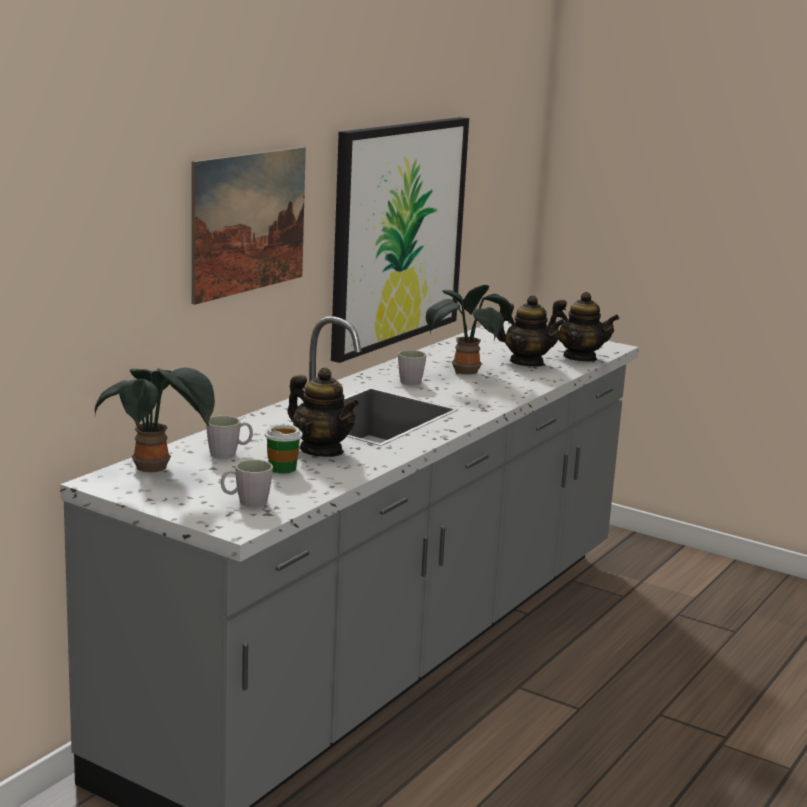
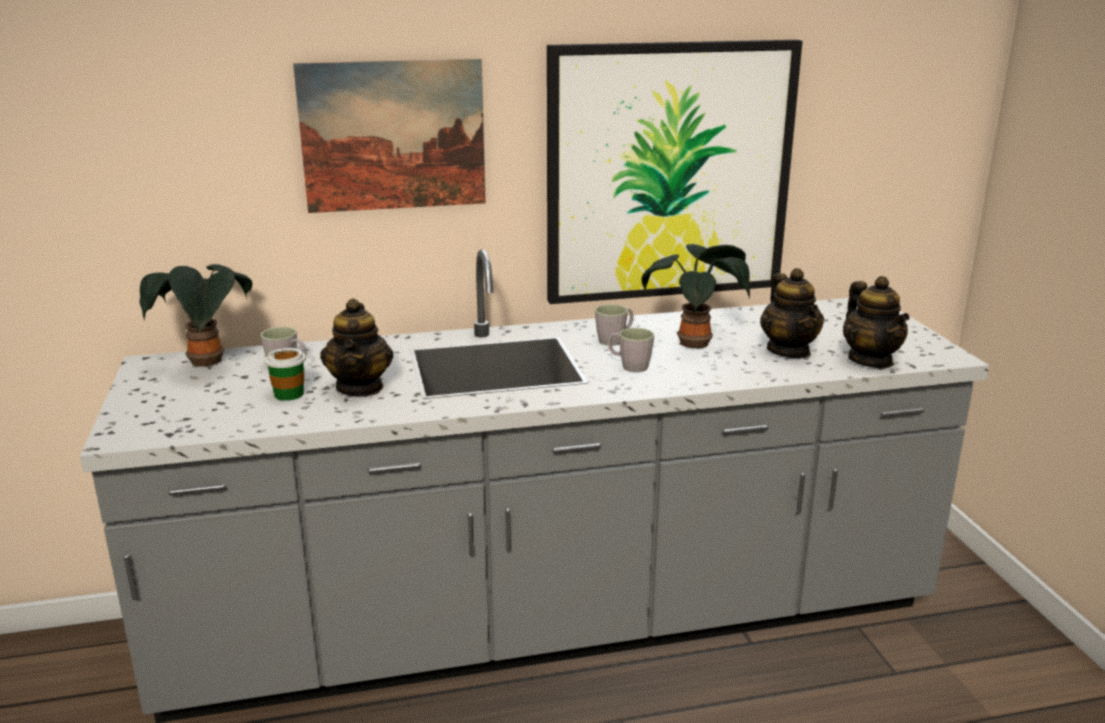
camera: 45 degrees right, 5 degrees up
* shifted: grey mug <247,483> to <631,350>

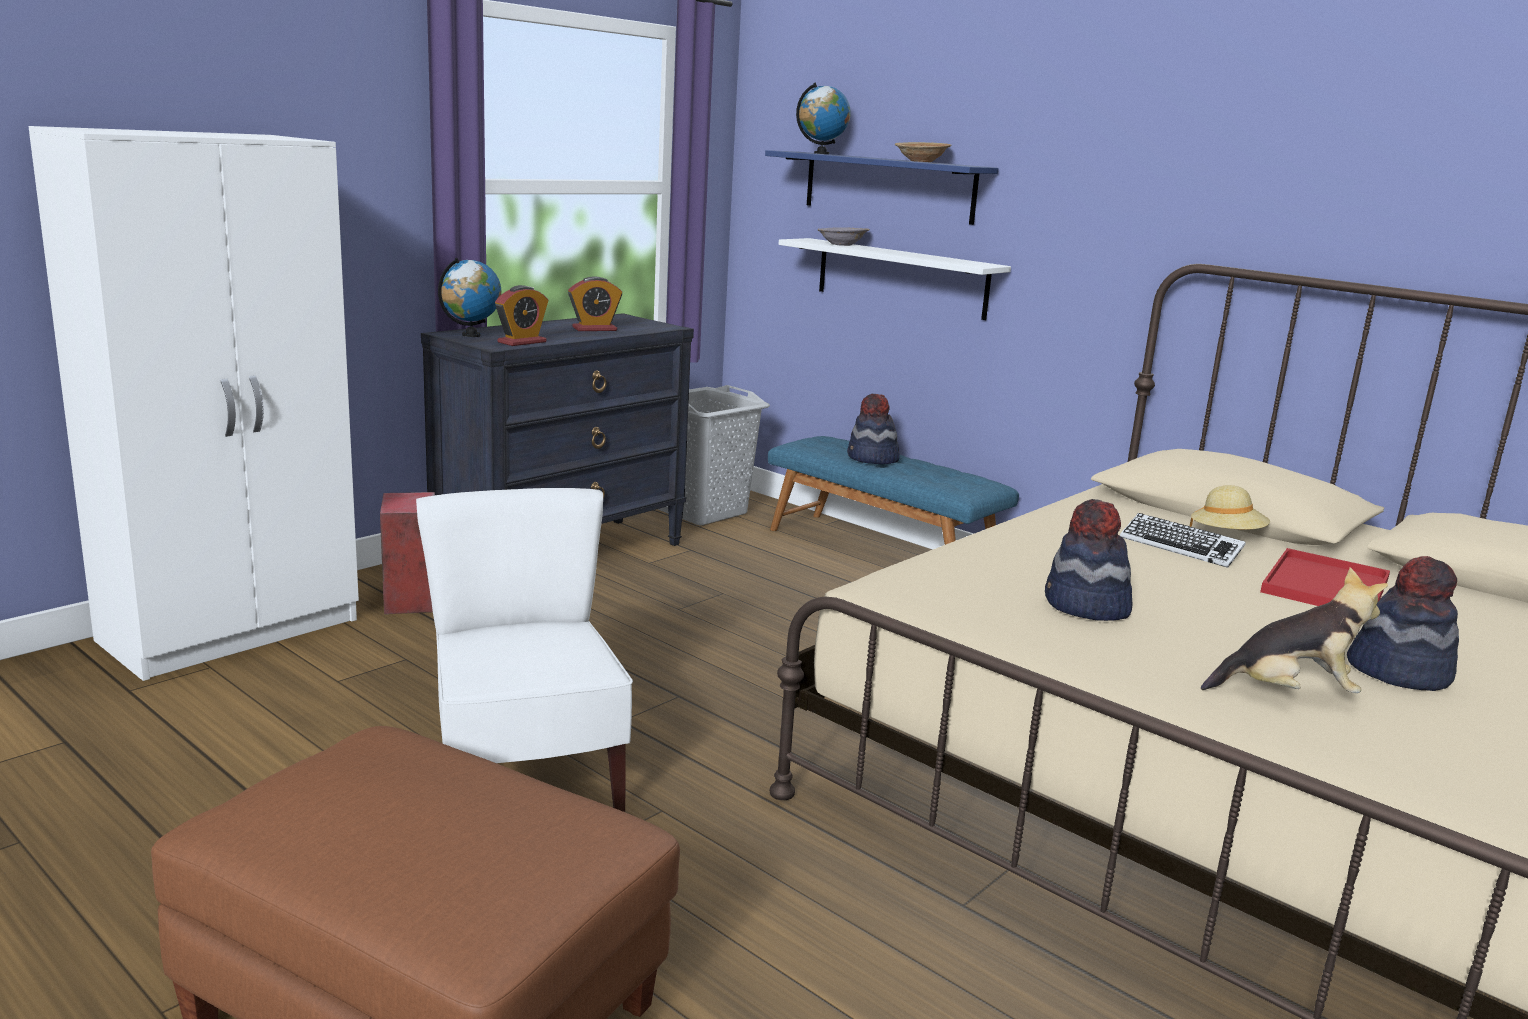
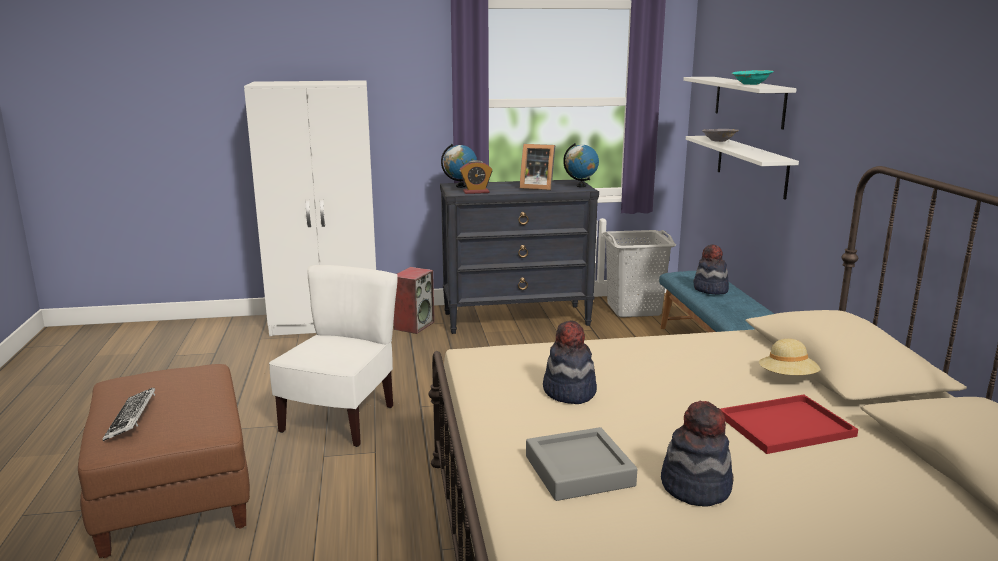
camera: 40 degrees right, 0 degrees up
* shifted: keyboard <1183,540> to <129,414>
* swapped: alarm clock <595,303> to picture frame <537,167>
* swapped: plush toy <1294,630> to grey tray <581,464>
* shifted: globe <823,118> to <581,165>
* repainted: blue shelf <882,187> to white shelf <740,103>
* repainted: brown bowl <923,152> to turquoise bowl <753,77>

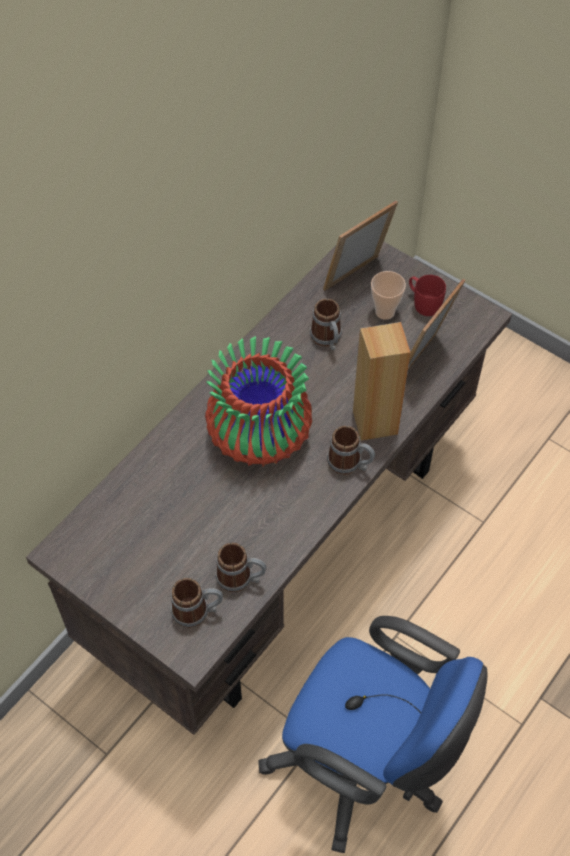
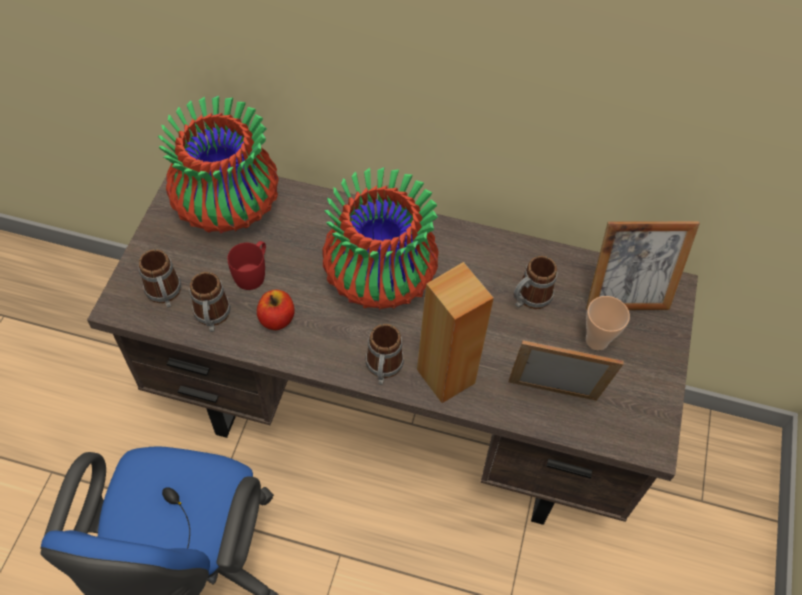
camera: 65 degrees right, 0 degrees up
* new: vase <218,165>
* shifted: red mug <427,295> to <246,265>
* new: apple <276,310>
* rotated: picture frame <360,245> = <643,265> 150 degrees clockwise

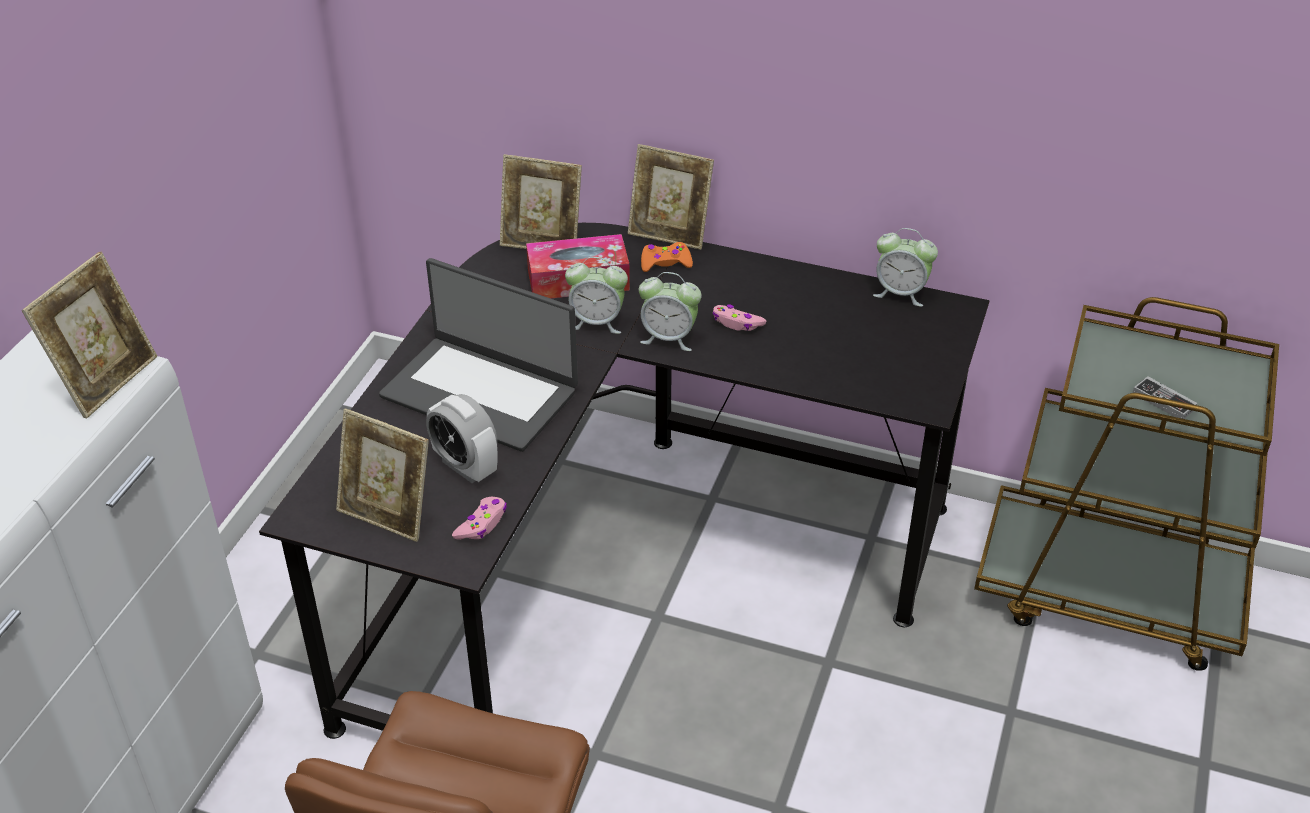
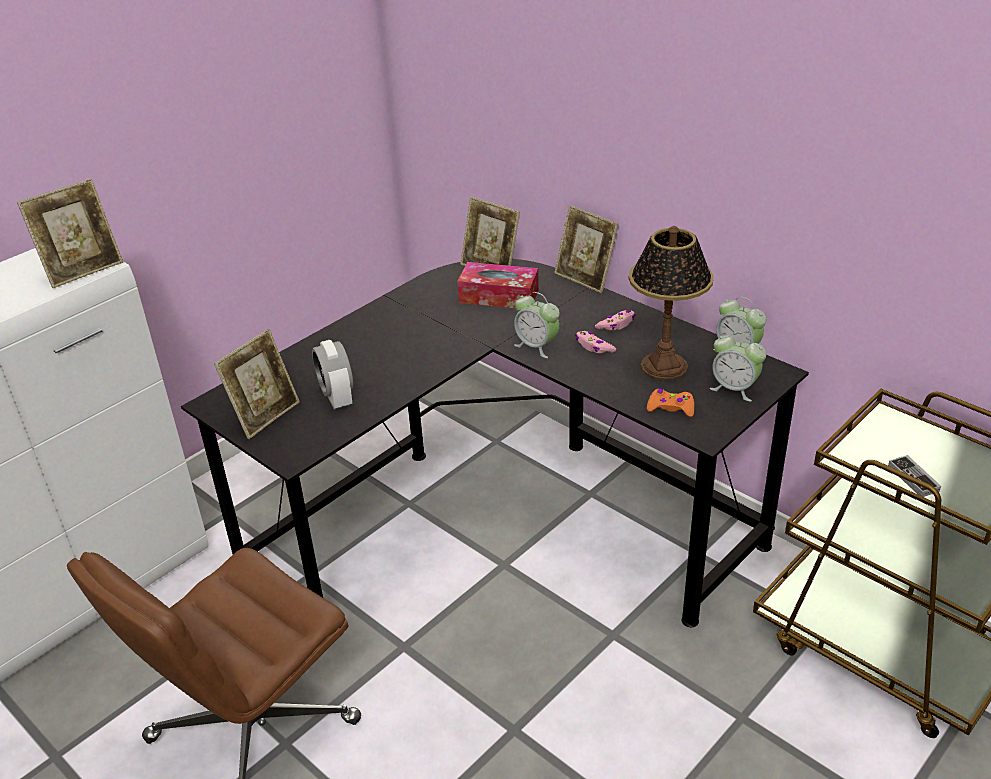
camera: 25 degrees right, 5 degrees down
* rotated: picture frame <382,475> = <257,384> 105 degrees counterclockwise
* shifted: pink game controller <479,518> to <615,320>
* new: table lamp <671,303>
* shifted: orange game controller <667,257> to <670,403>
* shifted: alarm clock <596,295> to <737,367>
* gone: laptop <478,355>

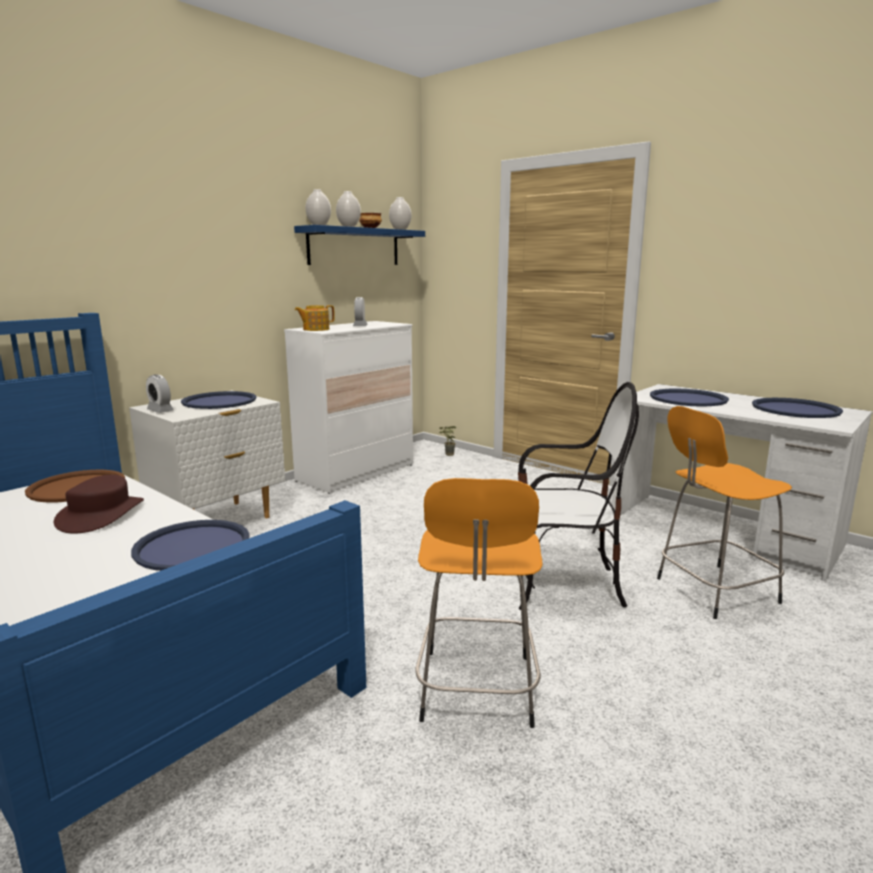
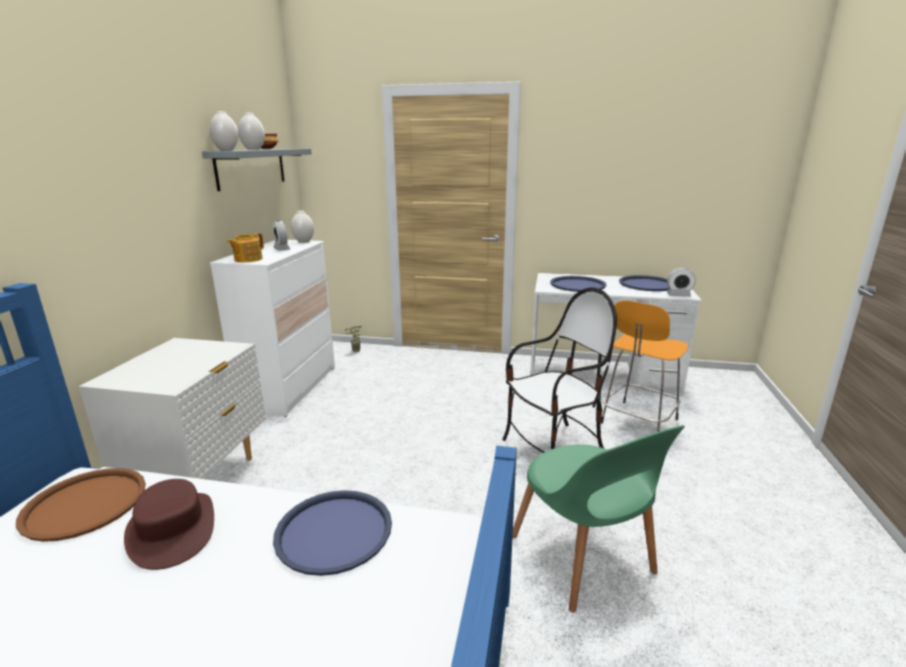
camera: 30 degrees left, 5 degrees up
* repainted: blue shelf <359,245> to grey shelf <257,170>
* shifted: white vase <400,213> to <302,227>
* swapped: orange stool <479,603> to green chair <598,519>
* shifted: alarm clock <160,393> to <681,282>
* gone: blue tray <218,400>

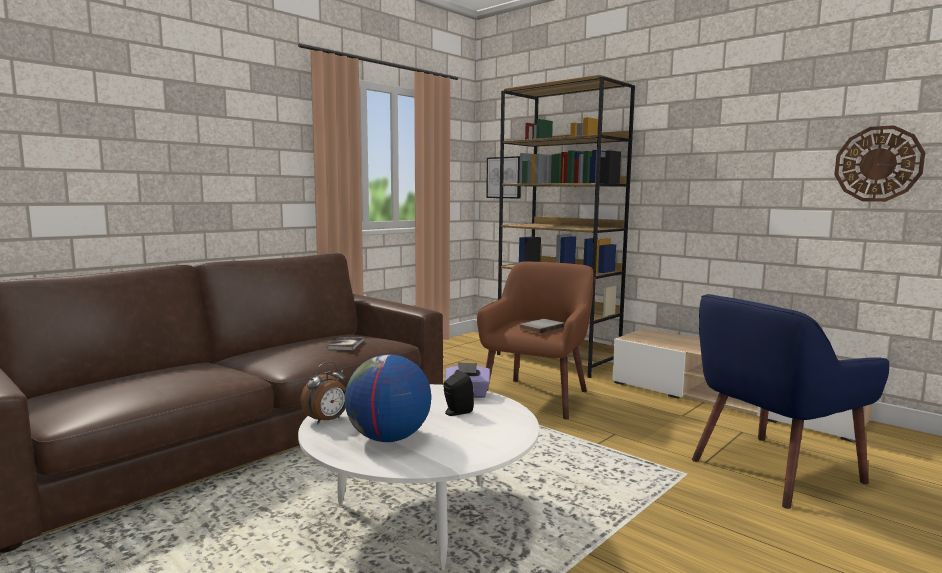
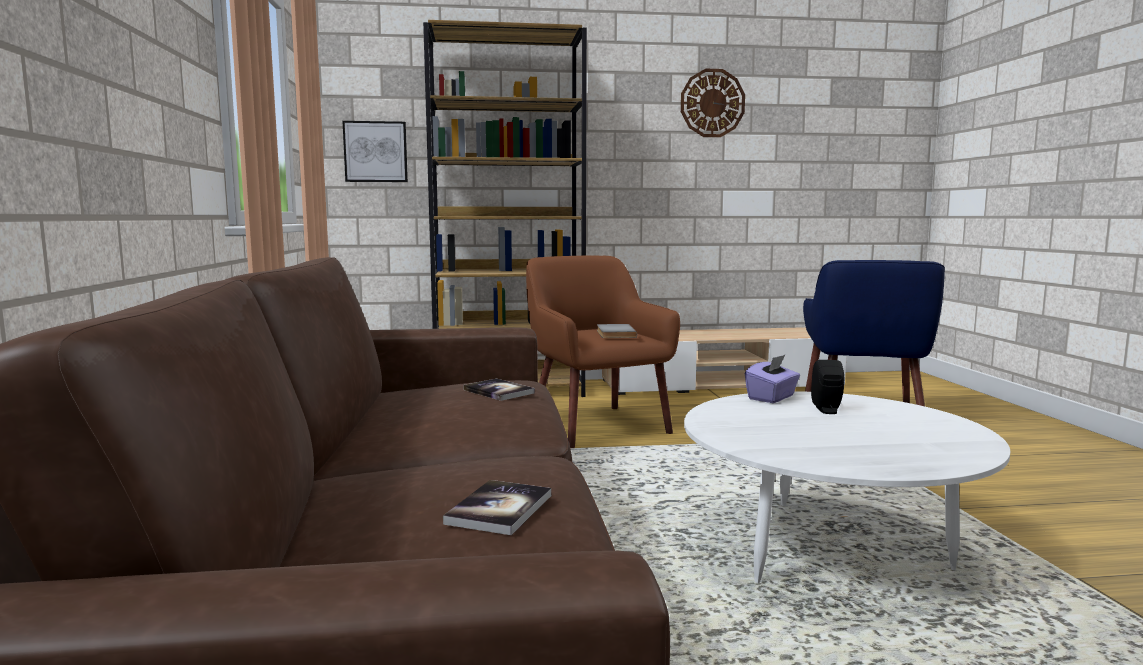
camera: 50 degrees left, 0 degrees up
* new: book <497,507>
* shifted: wall clock <879,163> to <713,103>
* gone: alarm clock <323,393>
* gone: globe <387,398>

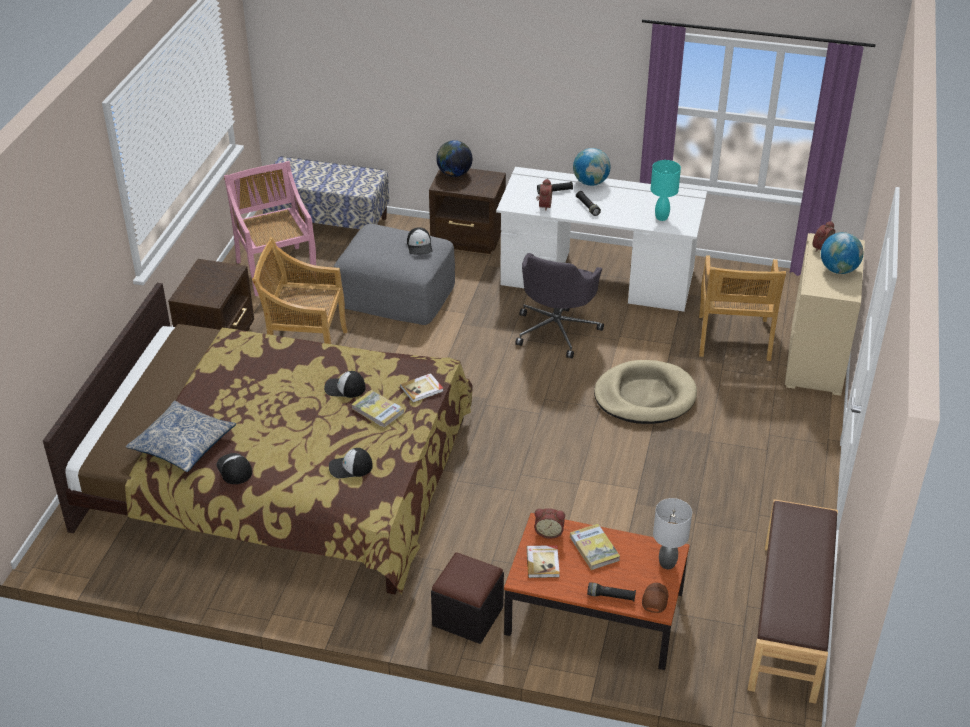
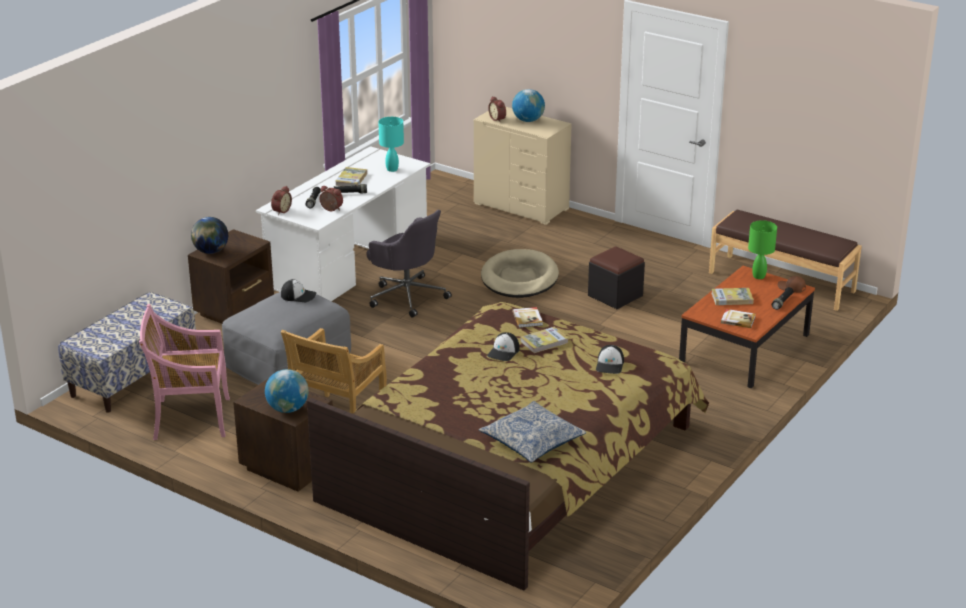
camera: 70 degrees left, 10 degrees down
* shifted: globe <592,167> to <287,391>
* shifted: alarm clock <549,523> to <281,200>
* new: book <351,176>
* shifted: black ottoman <467,598> to <616,277>
* repainted: grey table lamp <672,533> to green table lamp <762,249>
* gone: cap <234,468>
* gone: beige chair <742,308>

